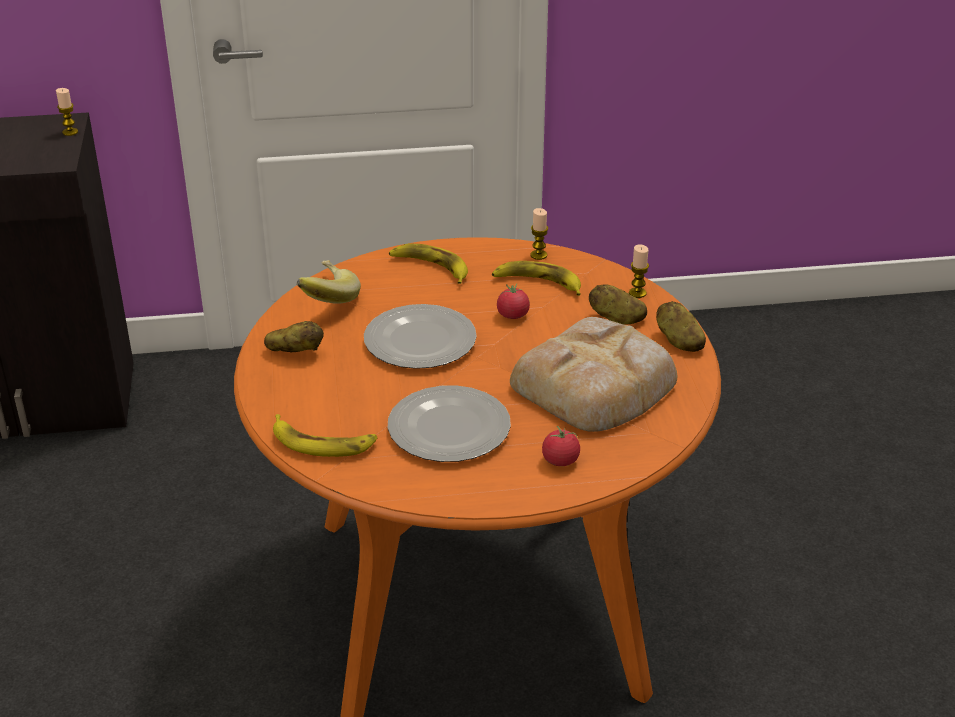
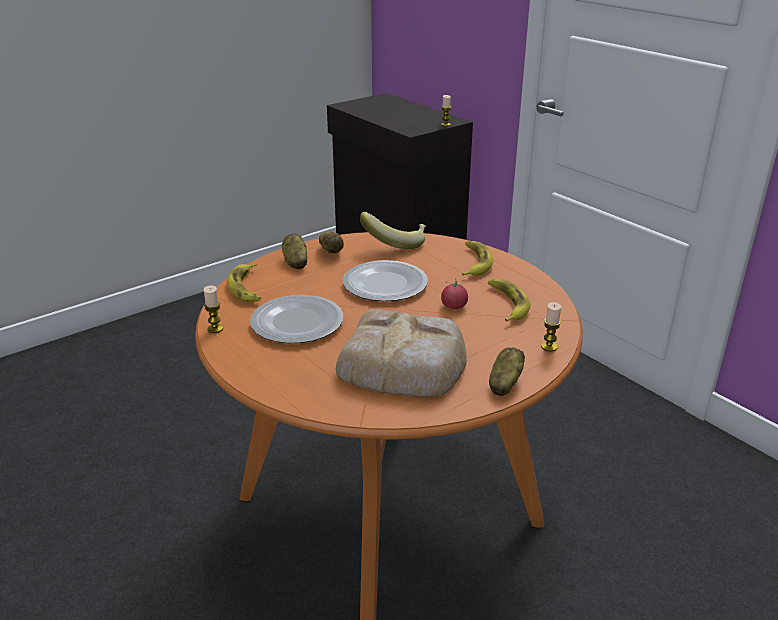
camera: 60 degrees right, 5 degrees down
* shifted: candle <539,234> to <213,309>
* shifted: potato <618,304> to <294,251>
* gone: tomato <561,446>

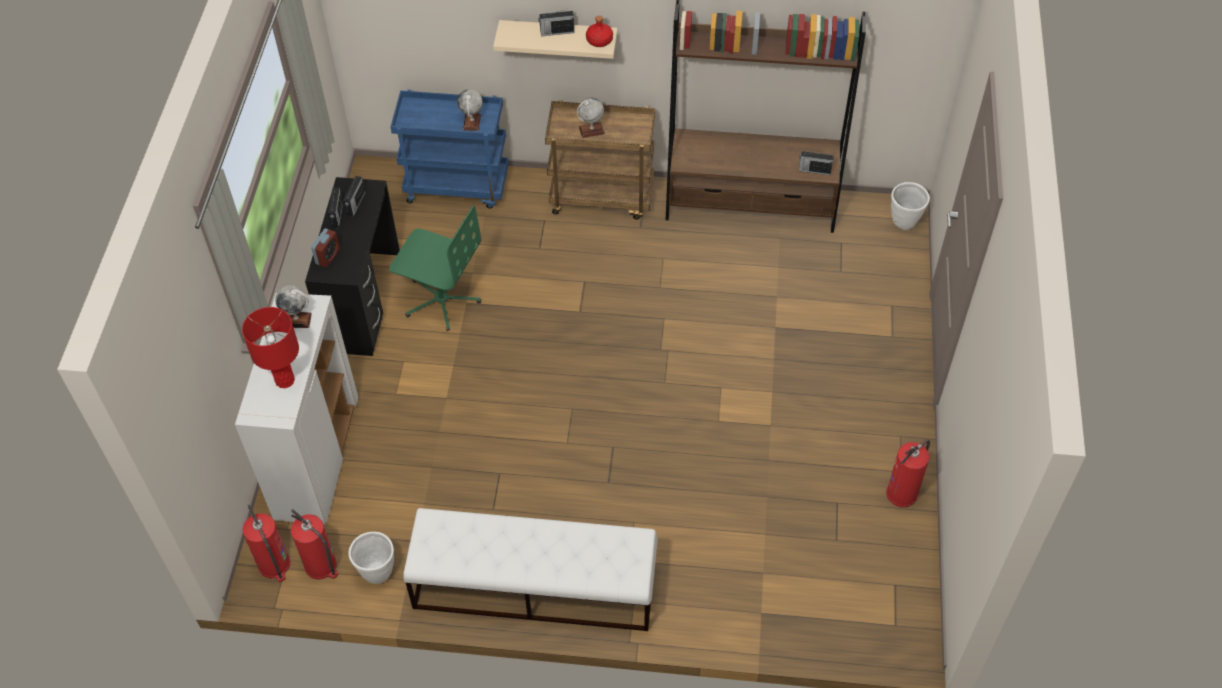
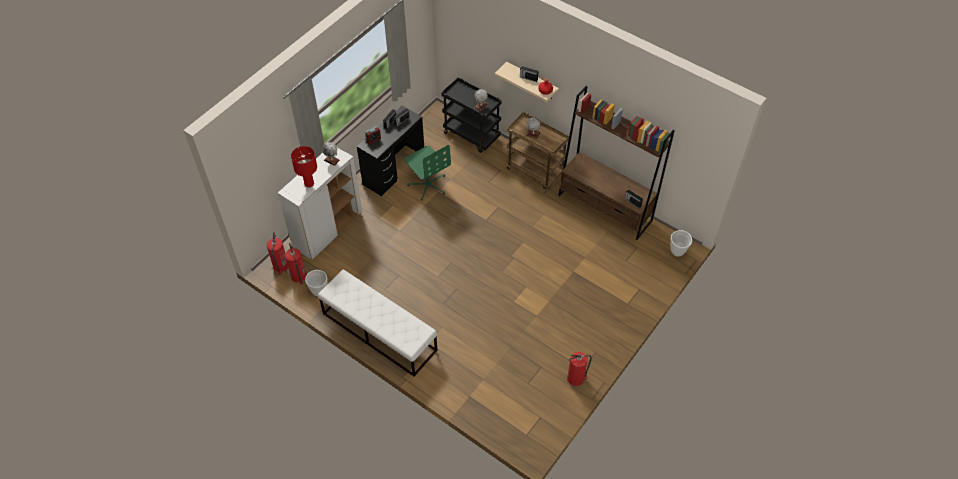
camera: 30 degrees right, 0 degrees up
* repainted: blue cart <450,149> to black cart <472,115>

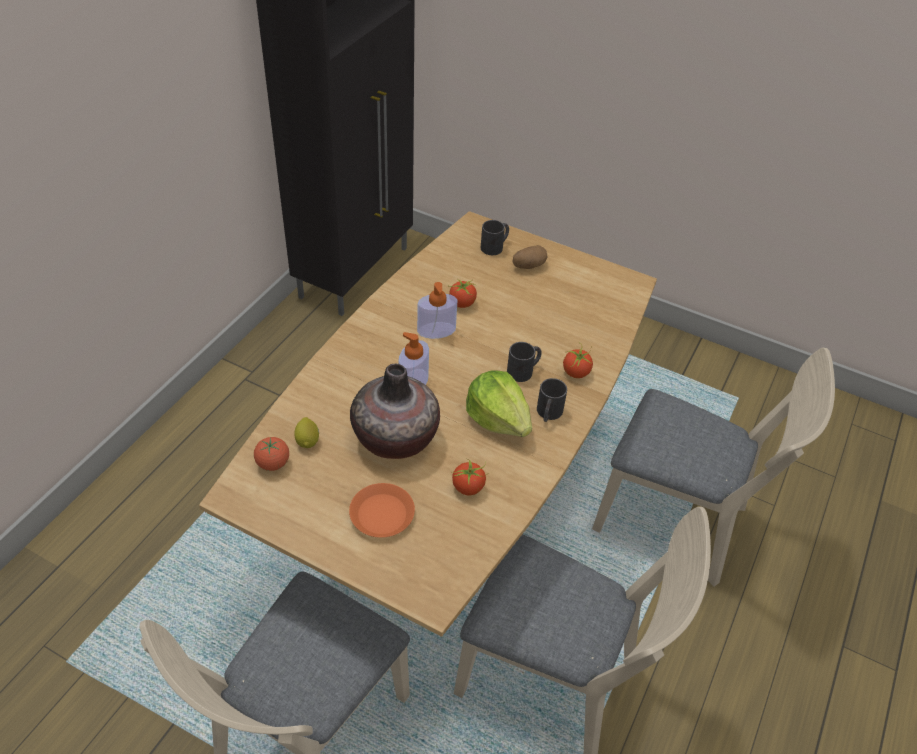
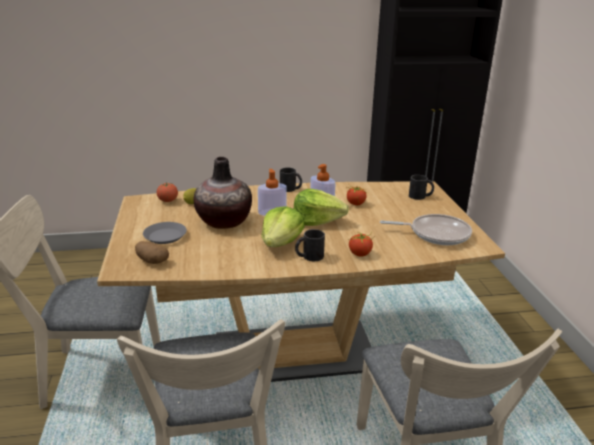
camera: 55 degrees right, 20 degrees down
* shifted: potato <529,257> to <152,252>
* repainted: orange plate <382,510> to grey plate <165,233>
* shifted: black mug <524,362> to <291,179>
* new: lettuce <321,207>
* new: frying pan <426,229>
* gone: tomato <470,477>

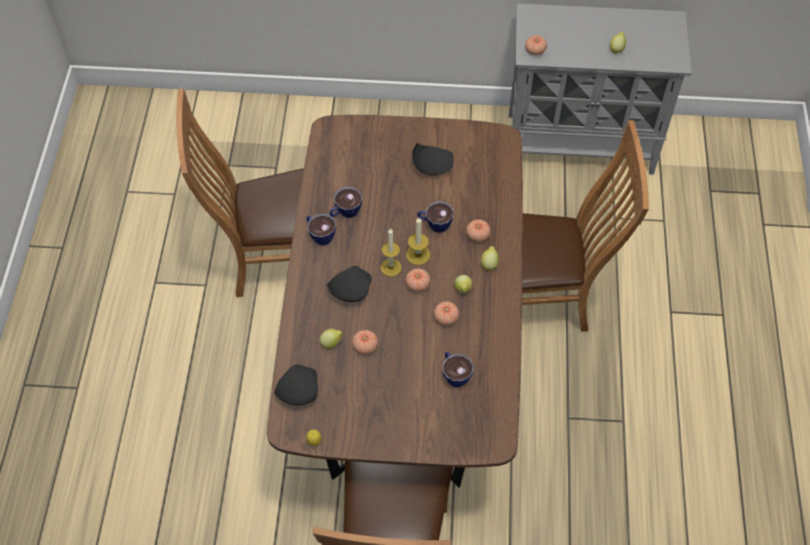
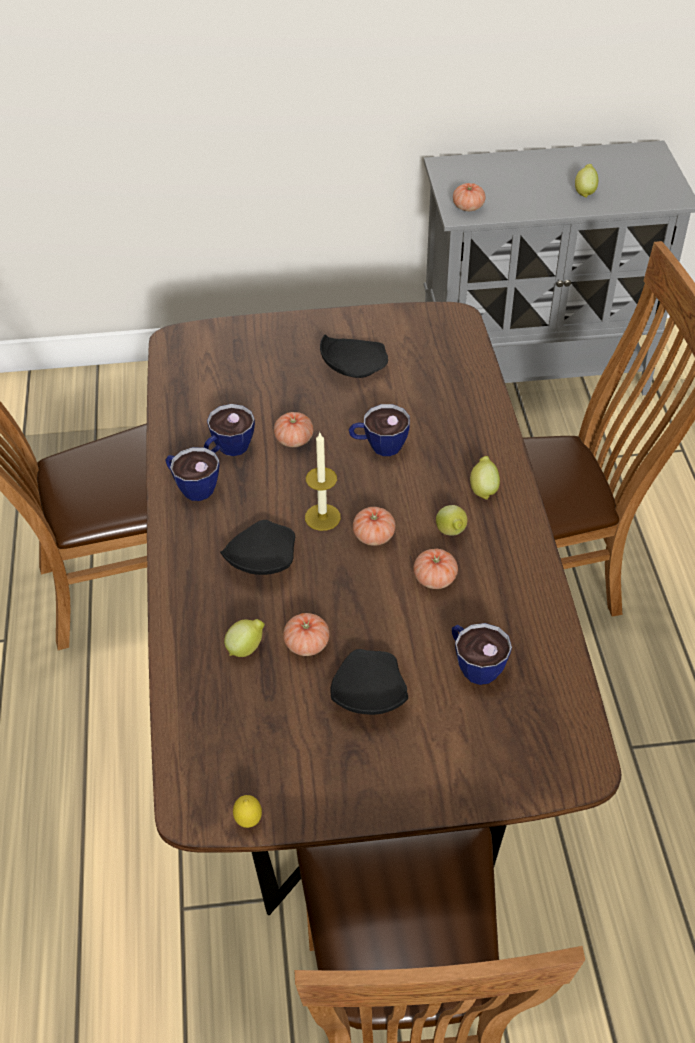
camera: 10 degrees left, 10 degrees down
* shifted: tomato <478,231> to <293,429>
* shifted: black plate <296,384> to <369,682>
* gone: candle <418,241>

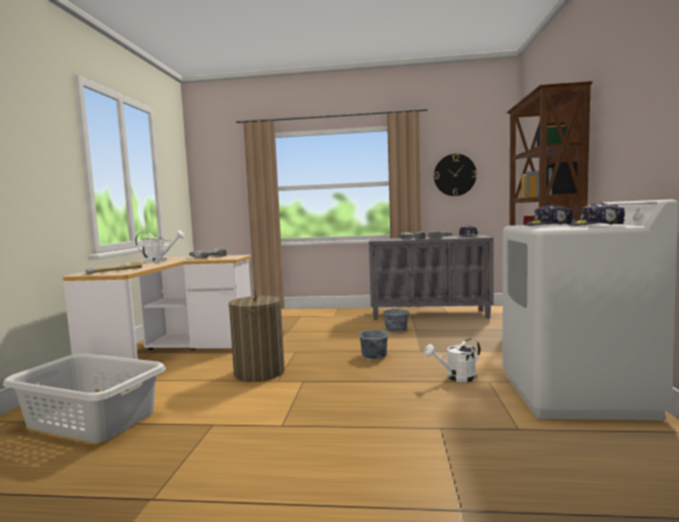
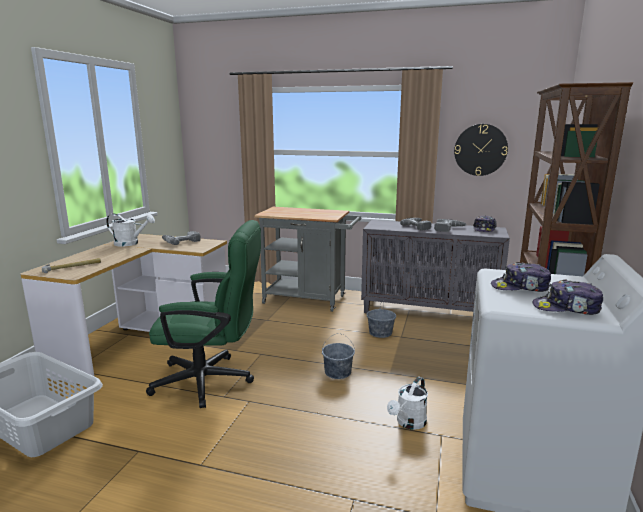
camera: 10 degrees right, 10 degrees up
* swapped: laundry basket <257,335> to green office chair <203,314>
* new: grey cart <307,259>
* rotated: white watering can <452,360> = <407,403> 45 degrees counterclockwise

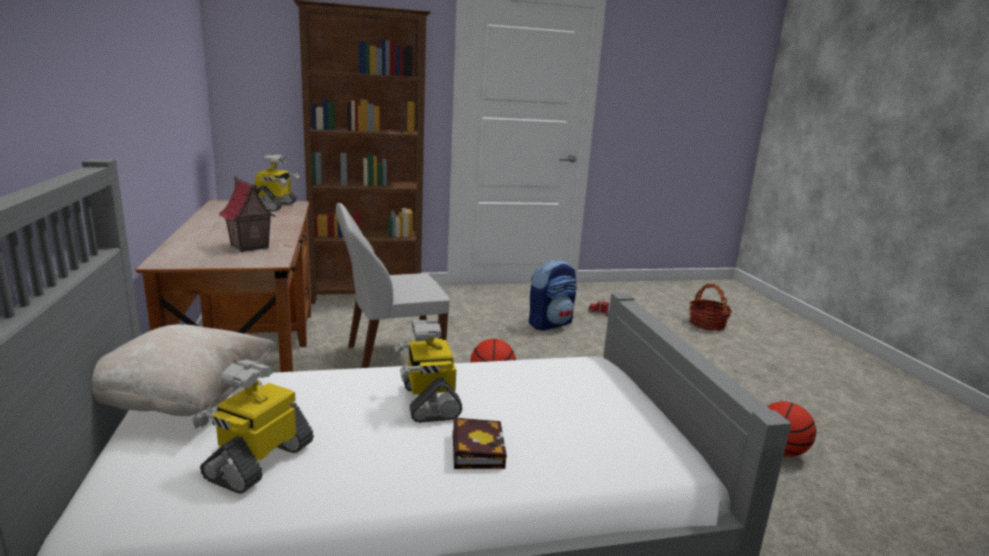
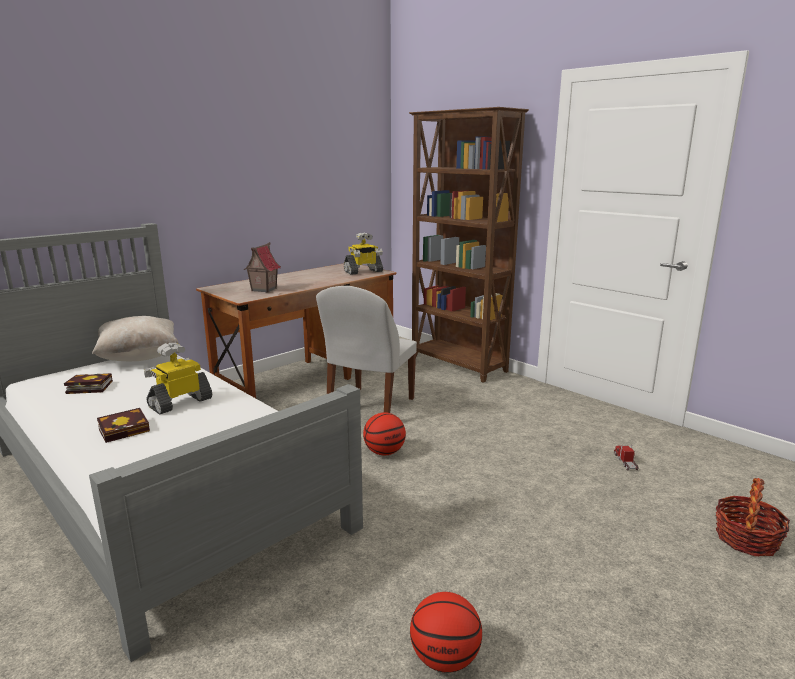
camera: 60 degrees right, 0 degrees up
* swapped: toy robot <253,427> to book <88,383>
* rotated: white chair <393,285> = <366,349> 105 degrees counterclockwise
* gone: backpack <553,294>

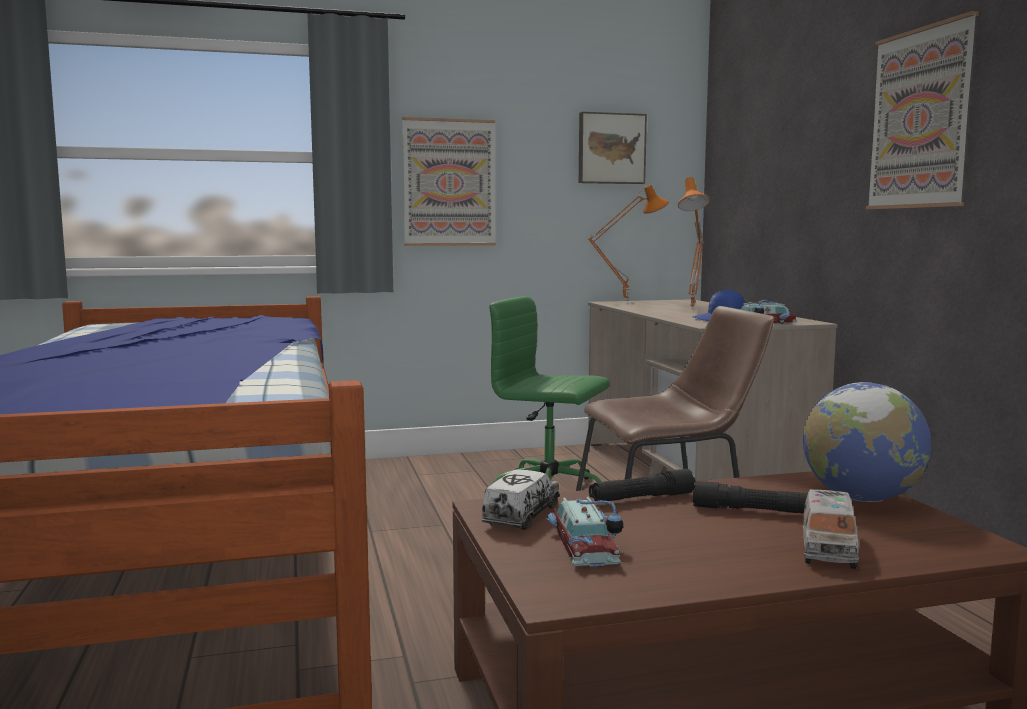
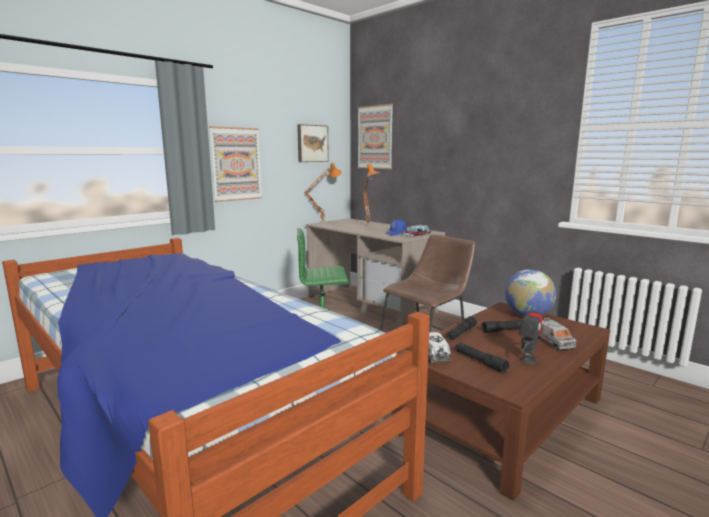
camera: 30 degrees left, 5 degrees up
* shifted: picture <922,110> to <375,136>
* swapped: toy car <584,532> to black flashlight <482,358>
* new: toy robot <531,333>

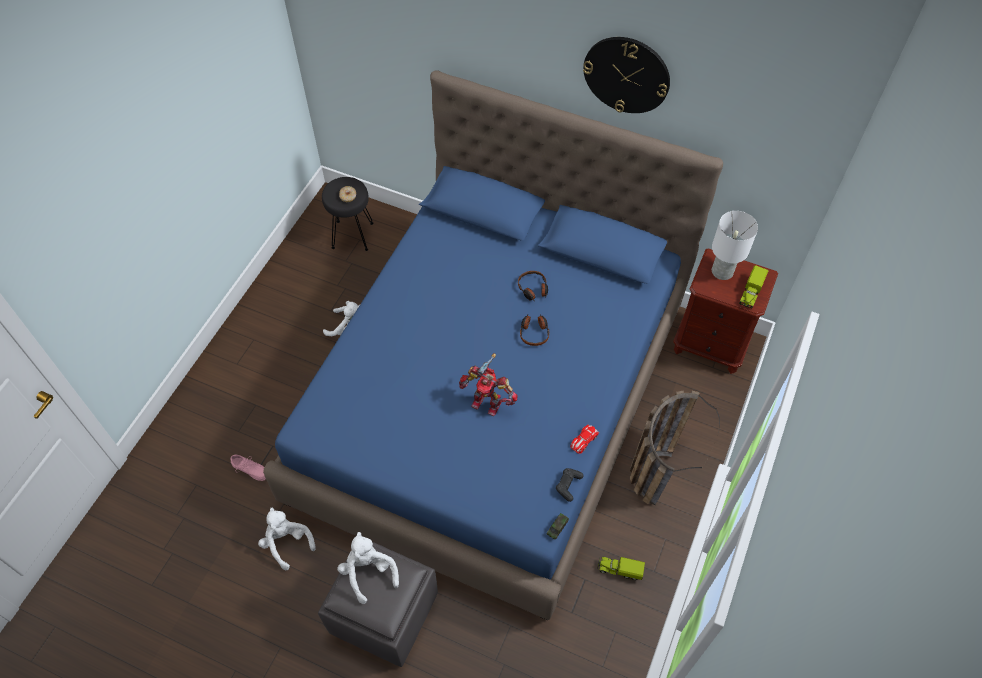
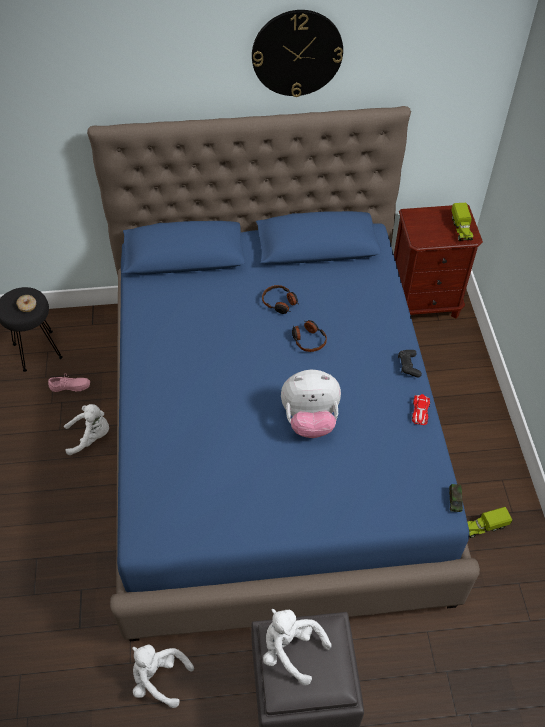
camera: 30 degrees left, 5 degrees down
* shifted: pink shoe <248,468> to <69,382>
* swapped: toy robot <488,384> to plush toy <311,404>
* shifted: black game controller <570,485> to <410,364>
* gone: basket <675,448>
* gone: white table lamp <735,245>

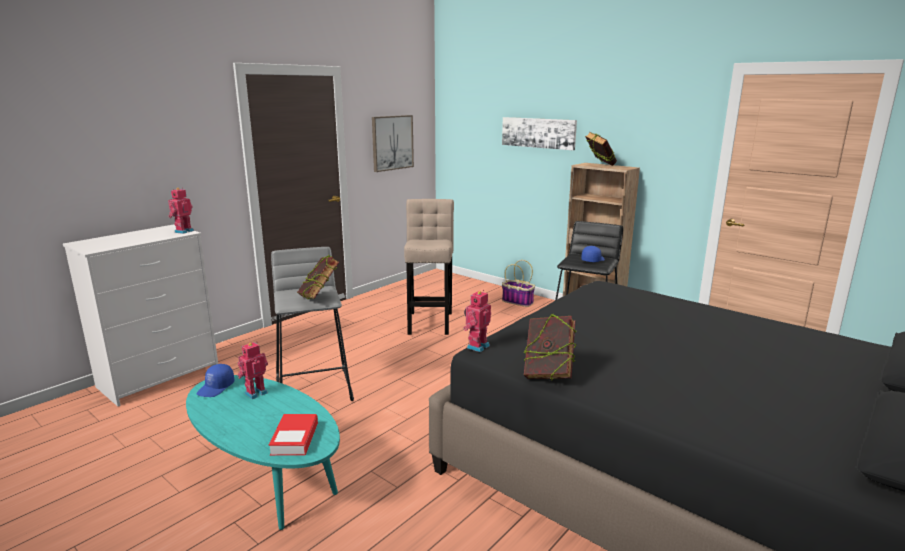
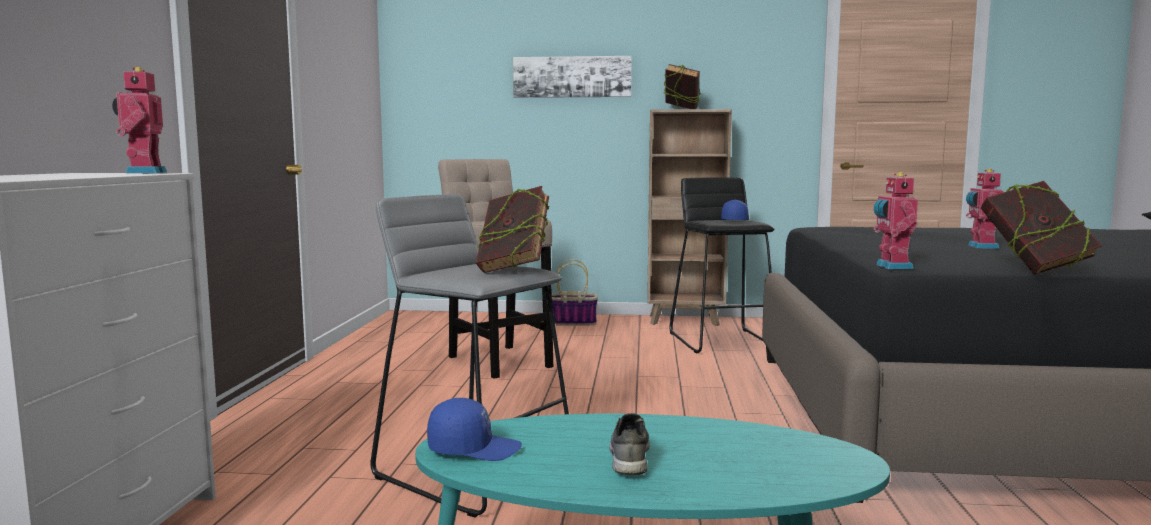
camera: 35 degrees left, 10 degrees down
* rotated: blue cap <215,380> = <474,429> 75 degrees counterclockwise
* new: grey shoe <629,444>
* shifted: toy robot <253,370> to <985,209>
* gone: book <293,435>
* gone: picture <393,143>

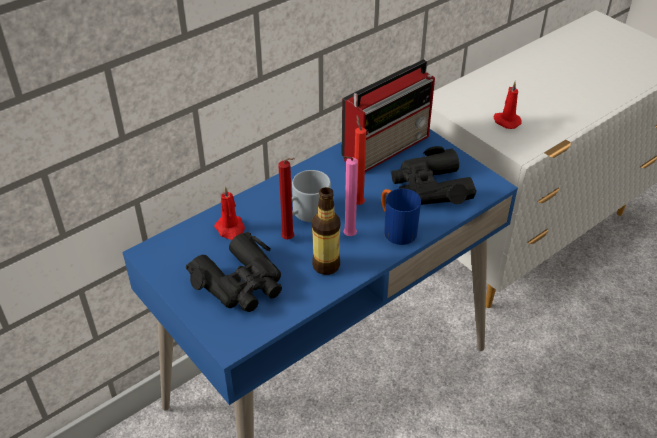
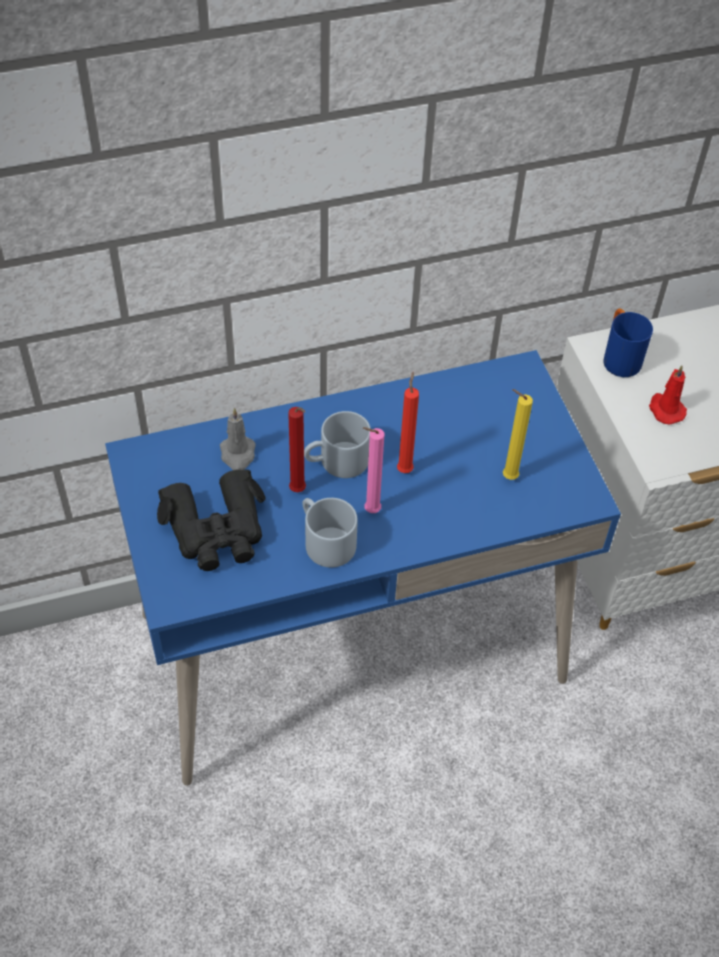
camera: 20 degrees right, 10 degrees up
* repainted: red candle <229,213> to grey candle <238,439>
* swapped: bottle <326,231> to grey mug <330,533>
* swapped: black binoculars <434,175> to yellow candle <518,434>
* shifted: blue mug <401,217> to <628,342>
* gone: radio <388,115>

